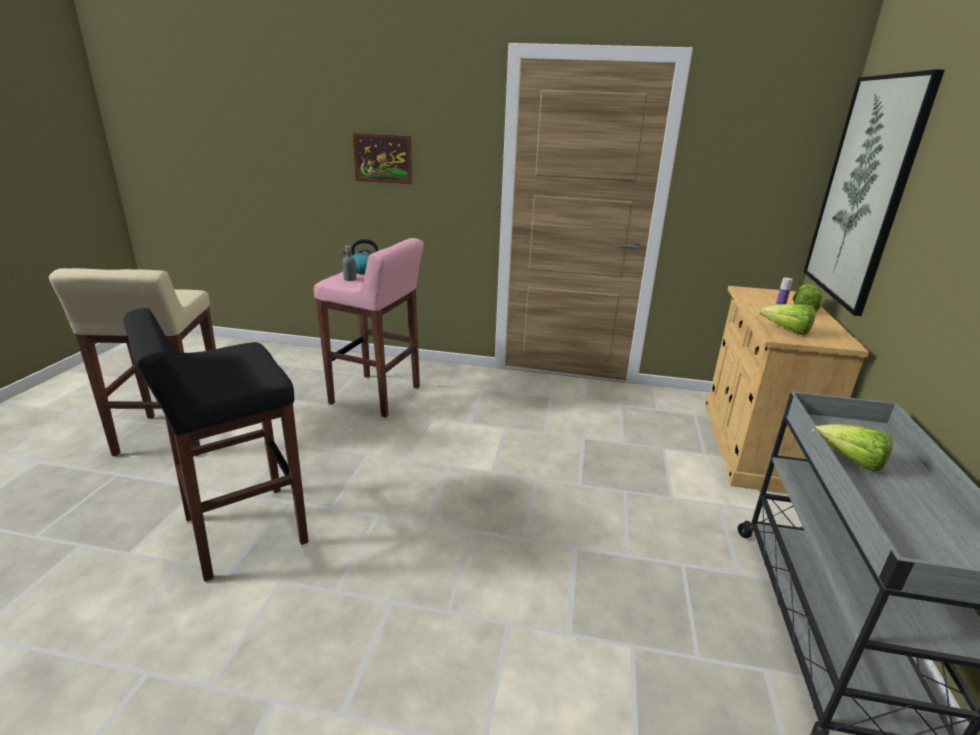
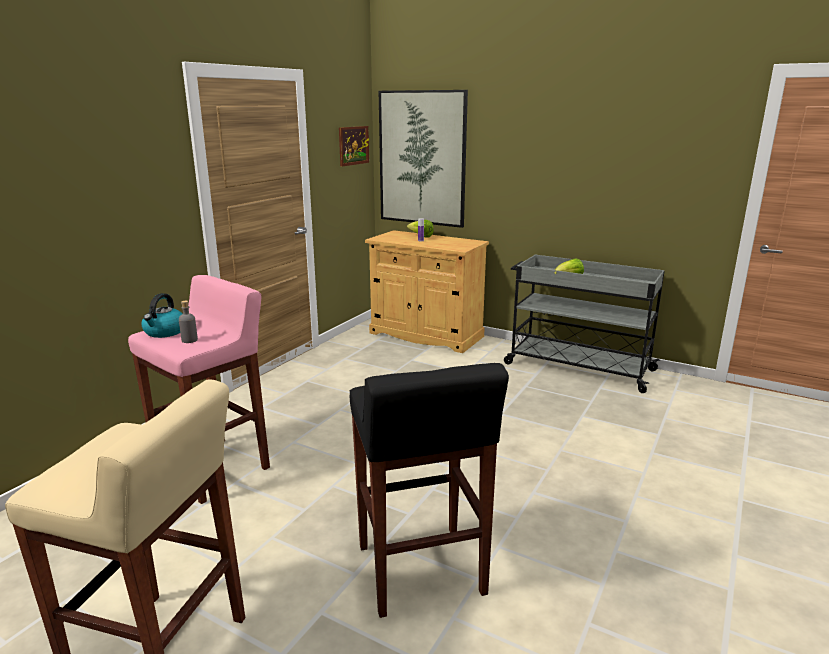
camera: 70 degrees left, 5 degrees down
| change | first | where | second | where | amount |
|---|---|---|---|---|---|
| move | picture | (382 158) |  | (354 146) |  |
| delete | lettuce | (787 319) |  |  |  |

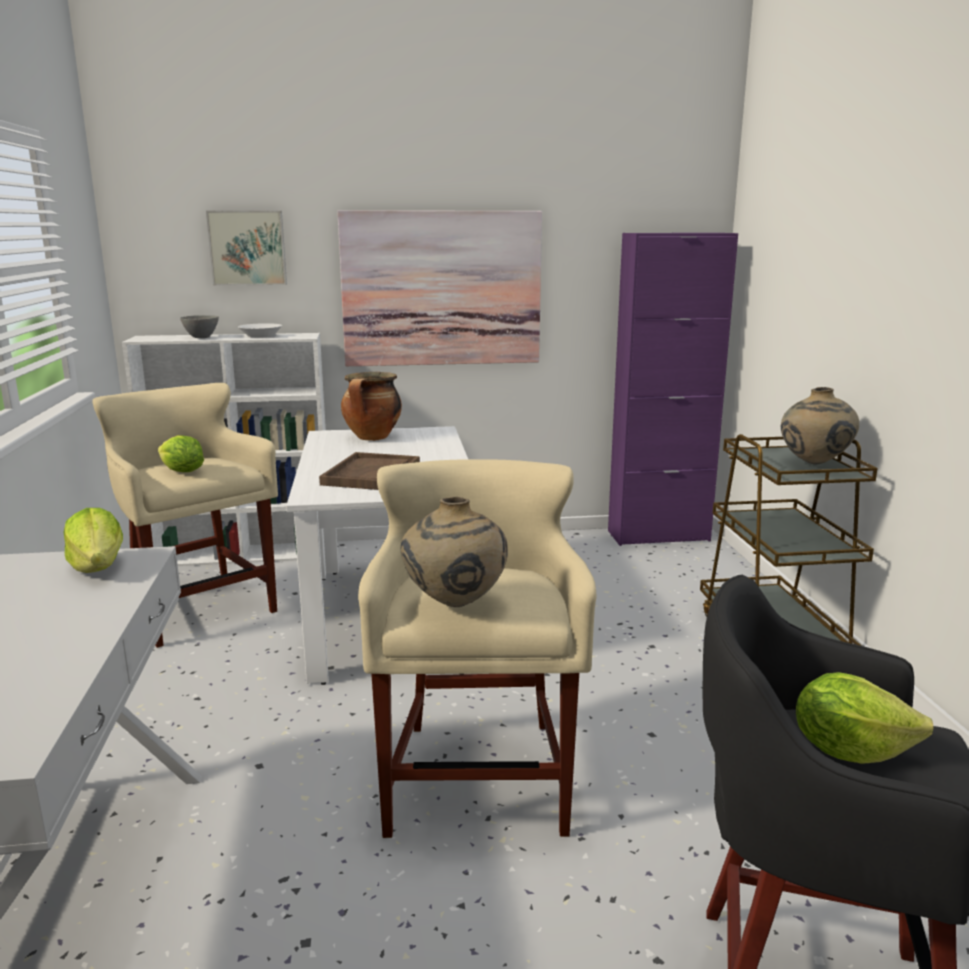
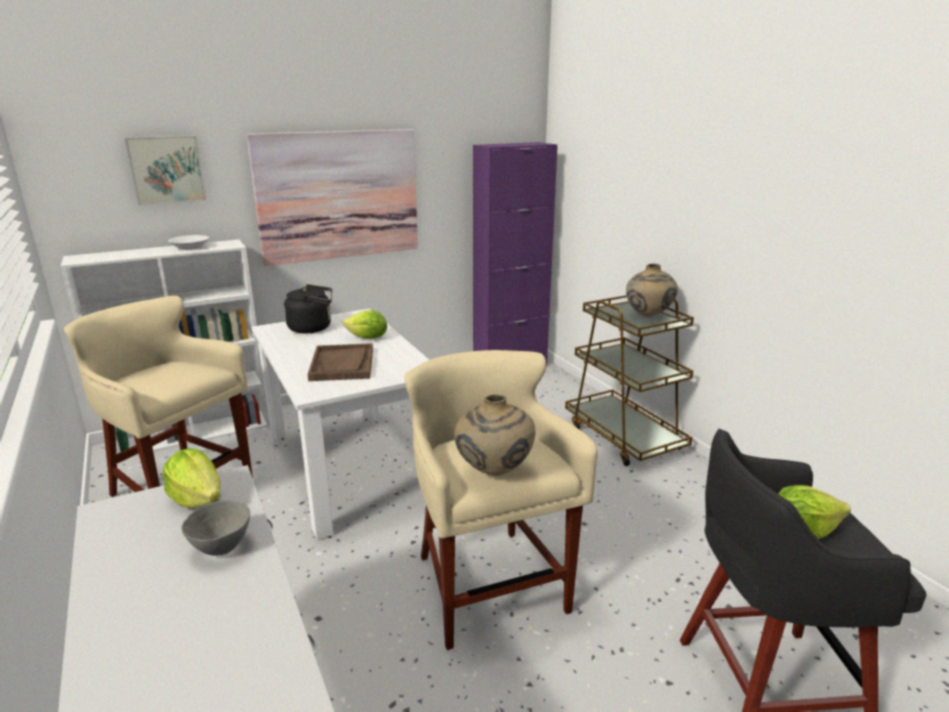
camera: 20 degrees left, 5 degrees up
| change | first | where | second | where | amount |
|---|---|---|---|---|---|
| move | grey bowl | (199 326) |  | (215 528) |  |
| replace | cooking pot | (371 406) | black kettle | (308 308) |  |
| move | lettuce | (181 453) |  | (364 324) |  |

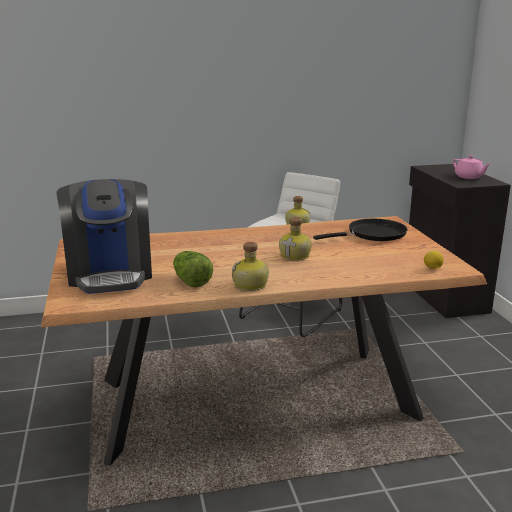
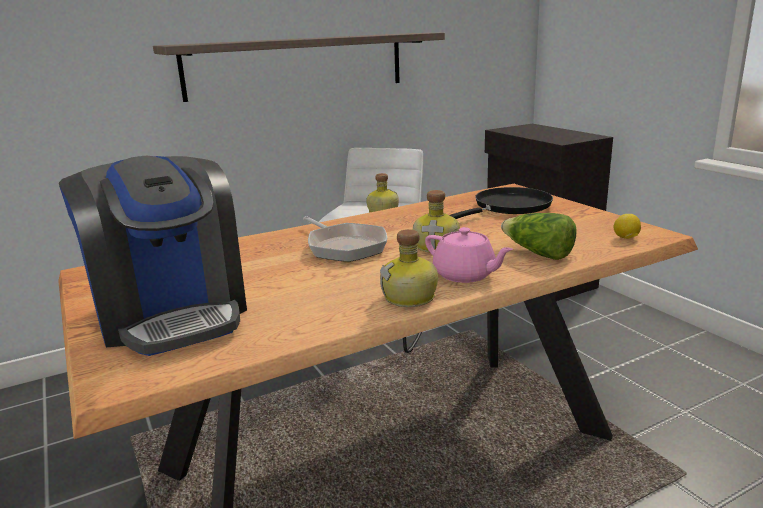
camera: 15 degrees left, 0 degrees up
| change | first | where | second | where | amount |
|---|---|---|---|---|---|
| move | pink teapot | (472 167) |  | (469 255) |  |
| move | lettuce | (193 269) |  | (539 236) |  |
| insert |  |  | shelf | (299 67) |  |
| insert |  |  | frying pan | (345 239) |  |

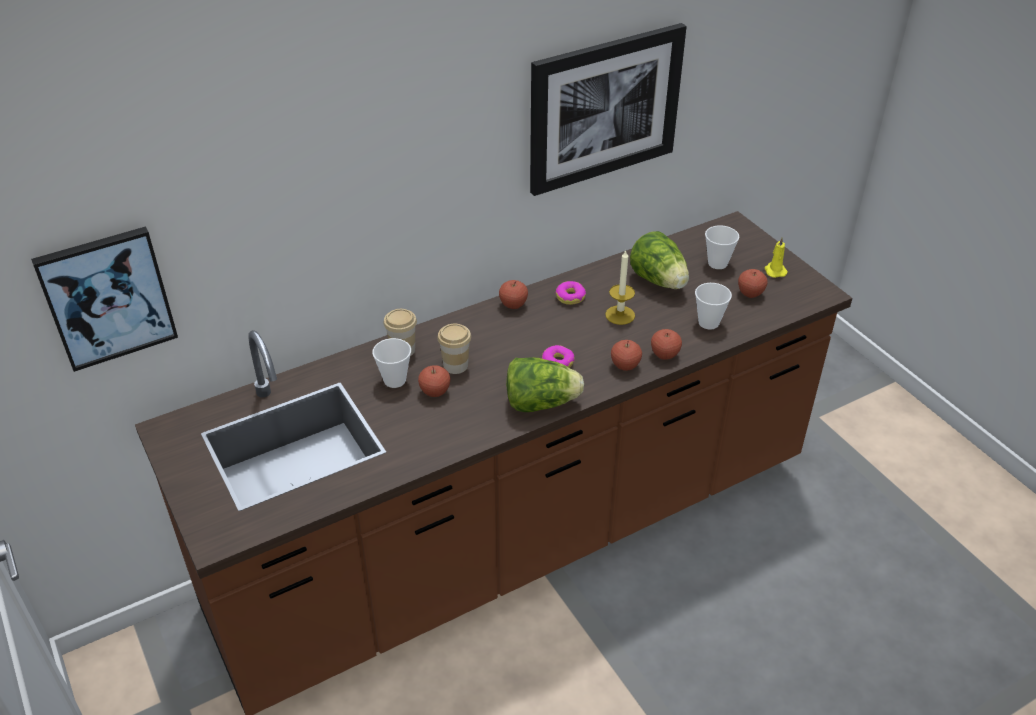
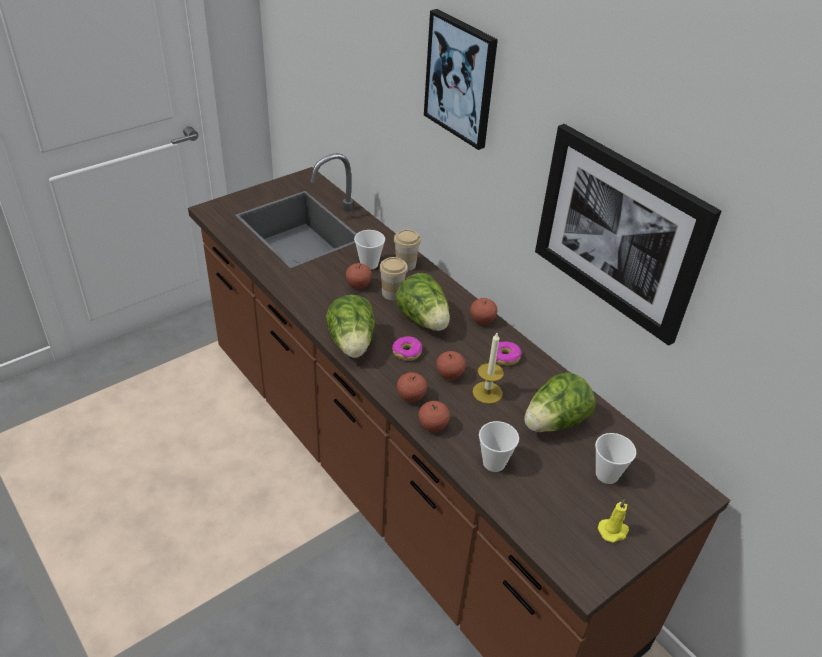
camera: 80 degrees right, 0 degrees up
| change | first | where | second | where | amount |
|---|---|---|---|---|---|
| move | picture | (104 299) |  | (461 79) |  |
| move | apple | (752 283) |  | (451 365) |  |
| insert |  |  | lettuce | (423 302) |  |

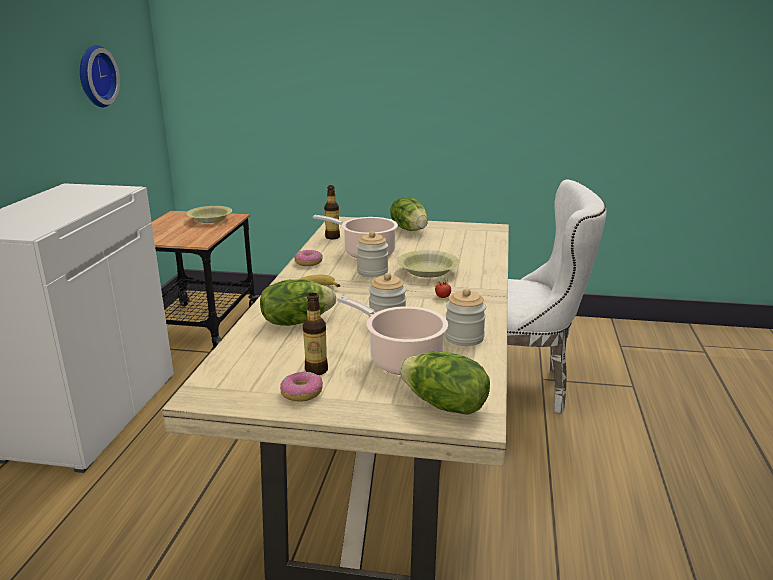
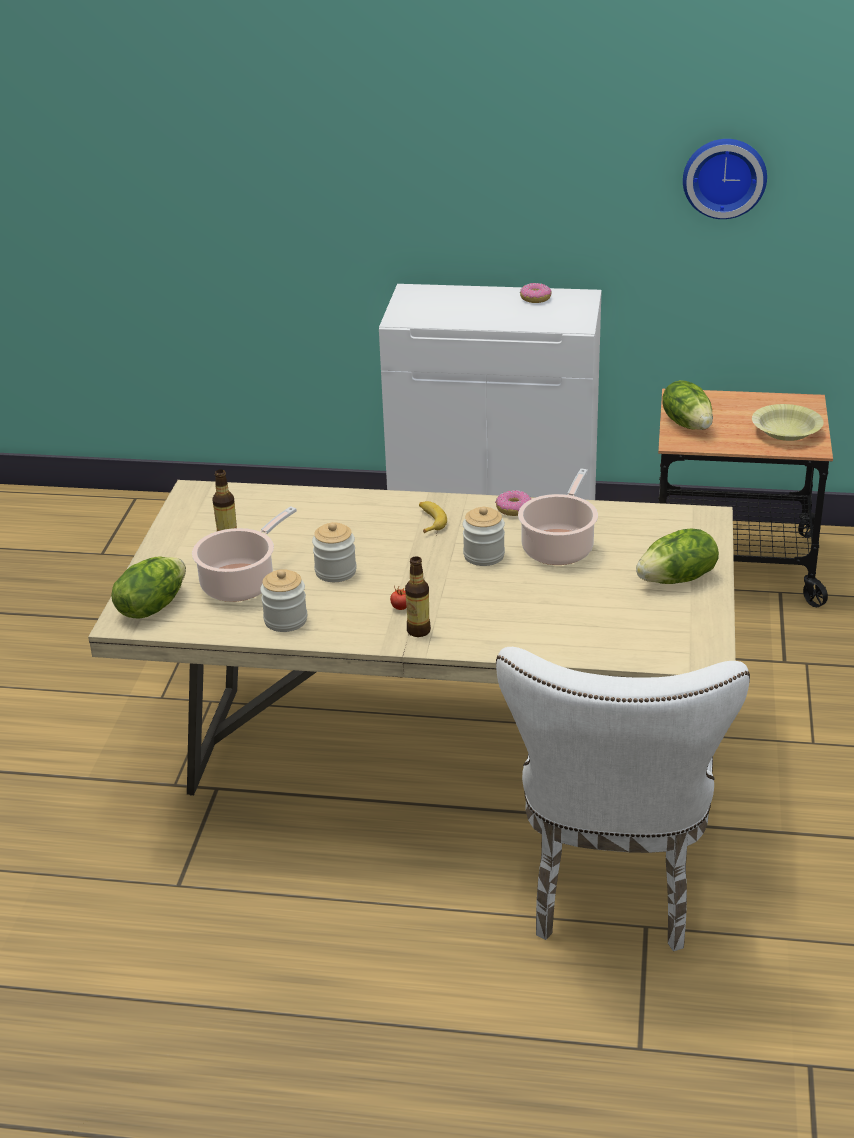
camera: 90 degrees right, 10 degrees up
| change | first | where | second | where | amount |
|---|---|---|---|---|---|
| move | bottle | (332 212) |  | (418 596) |  |
| delete | yellow bowl | (428 264) |  |  |  |
| move | lettuce | (298 302) |  | (687 405) |  |
| move | donut | (301 386) |  | (536 293) |  |

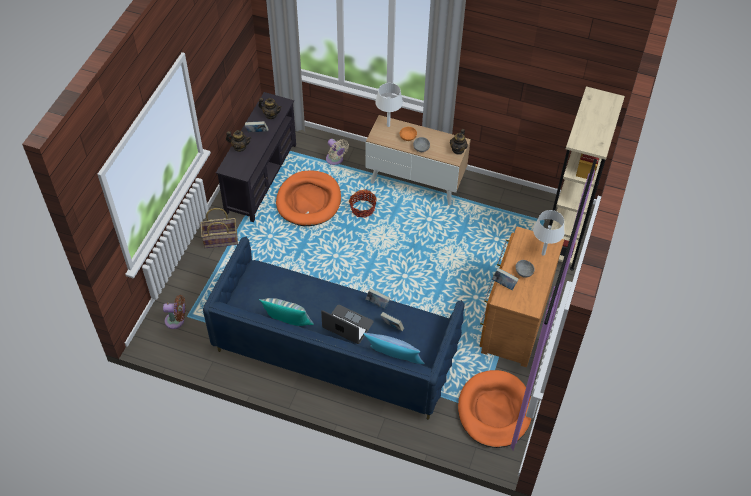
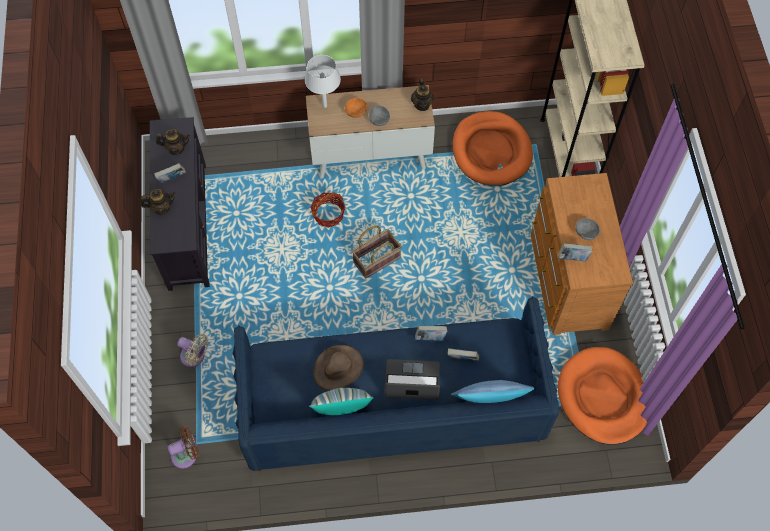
camera: 25 degrees left, 10 degrees up
| change | first | where | second | where | amount |
|---|---|---|---|---|---|
| move | beige fan | (337 152) |  | (193 350) |  |
| move | orange dog bed | (308 198) |  | (492 148) |  |
| move | basket | (219 228) |  | (376 252) |  |
| delete | white table lamp | (549 233) |  |  |  |
| insert |  |  | brown hat | (338 367) |  |

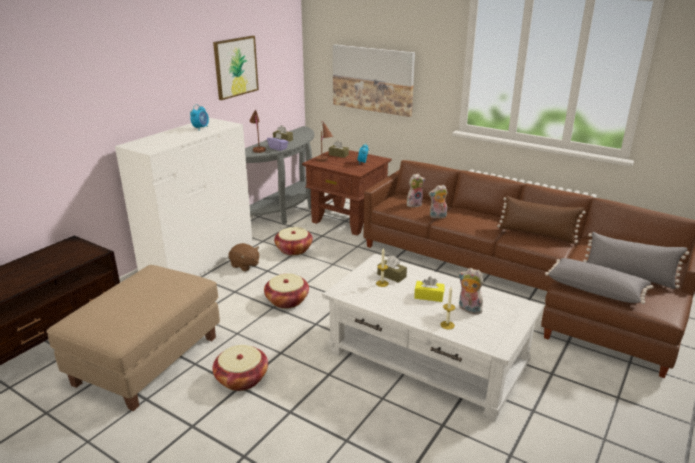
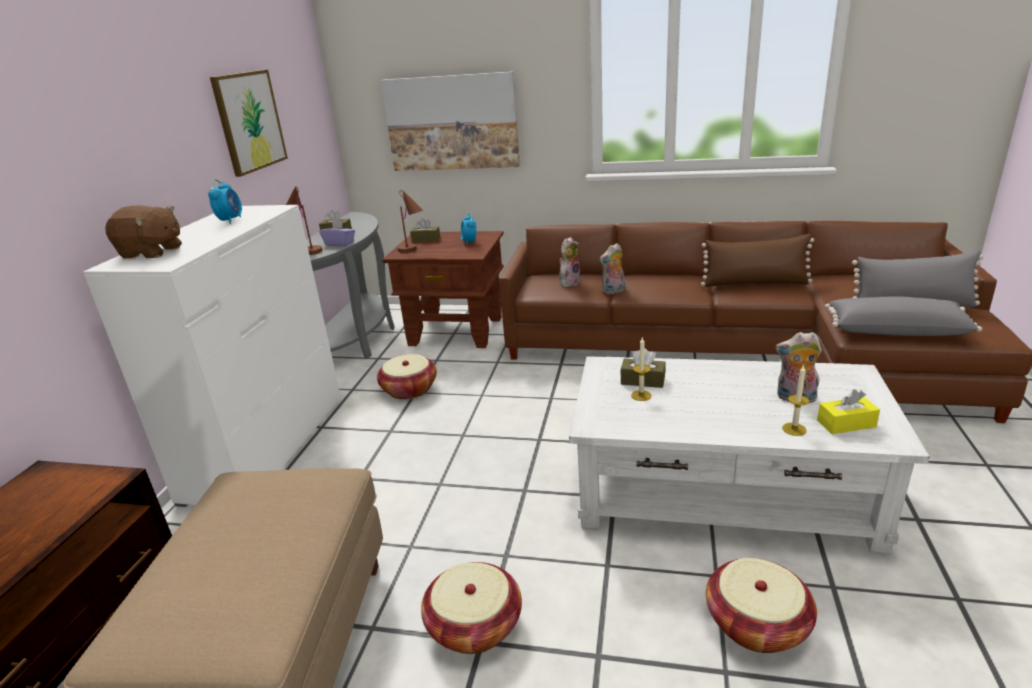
camera: 20 degrees left, 0 degrees up
| change | first | where | second | where | amount |
|---|---|---|---|---|---|
| move | brown plush toy | (244 257) |  | (143 231) |  |
| move | basket | (286 291) |  | (761 605) |  |
| move | yellow tissue box | (429 289) |  | (848 411) |  |

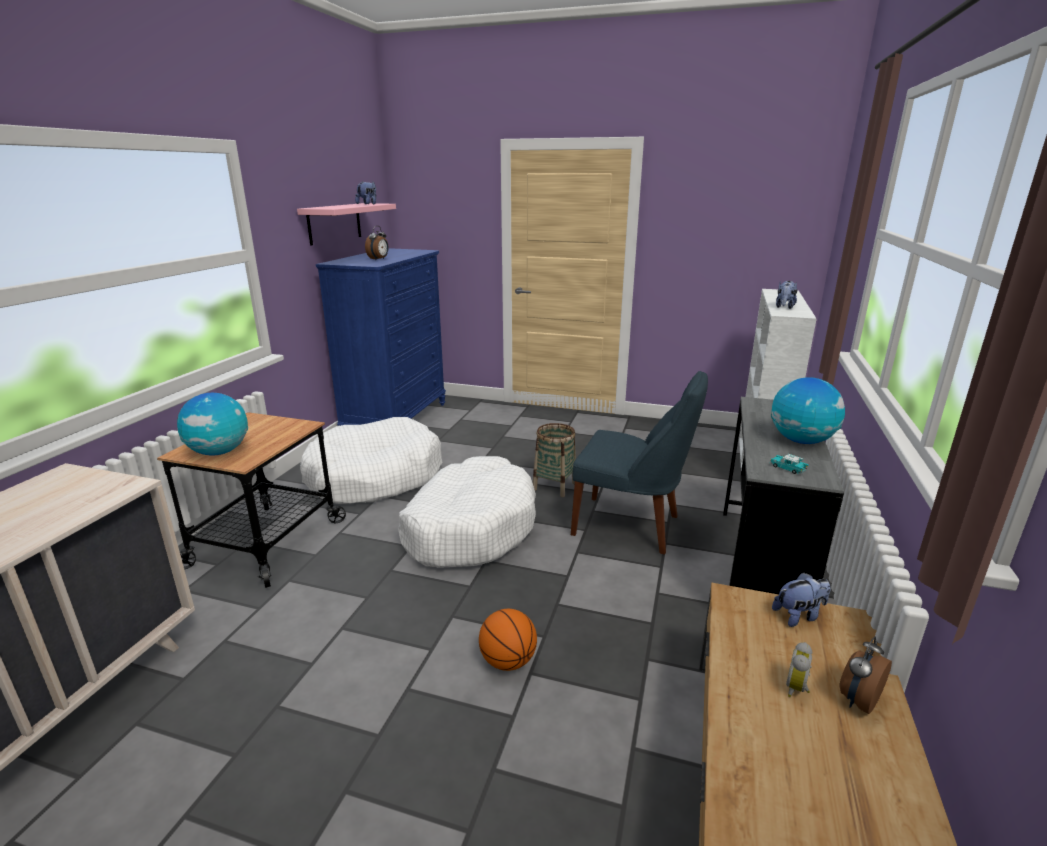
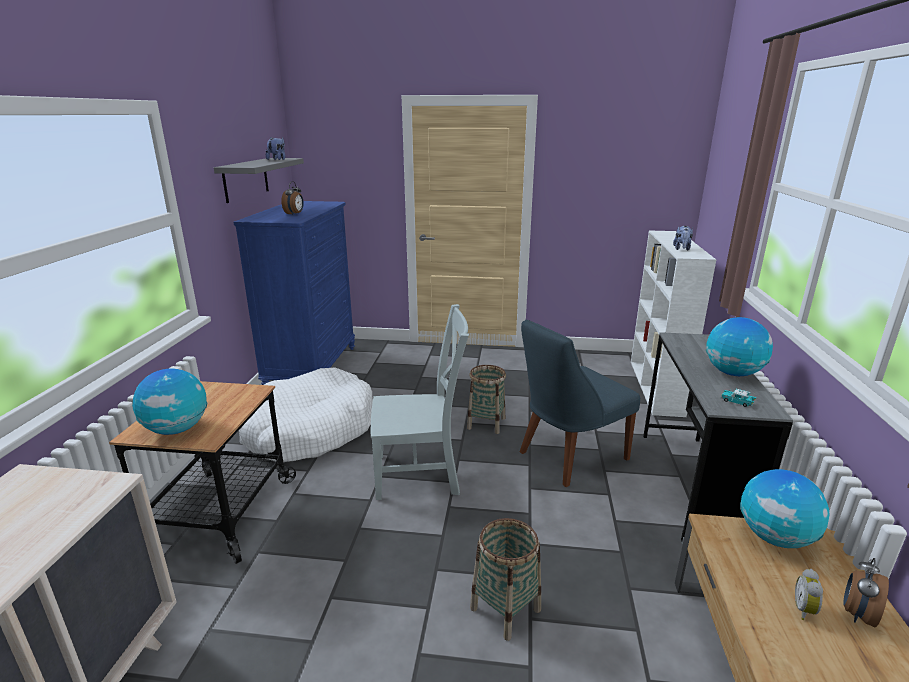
camera: 10 degrees left, 0 degrees up
| change | first | where | second | where | amount |
|---|---|---|---|---|---|
| recolor | pink shelf | (346 224) | grey shelf | (259 180) |  |
| rotate | blue chair | (639 462) |  | (580 403) | 135 degrees clockwise |
| replace | white dog bed | (467 512) | grey chair | (420 402) |  |
| replace | plush toy | (801 599) | globe | (784 508) |  |
| replace | basketball | (508 640) | basket | (505 579) |  |

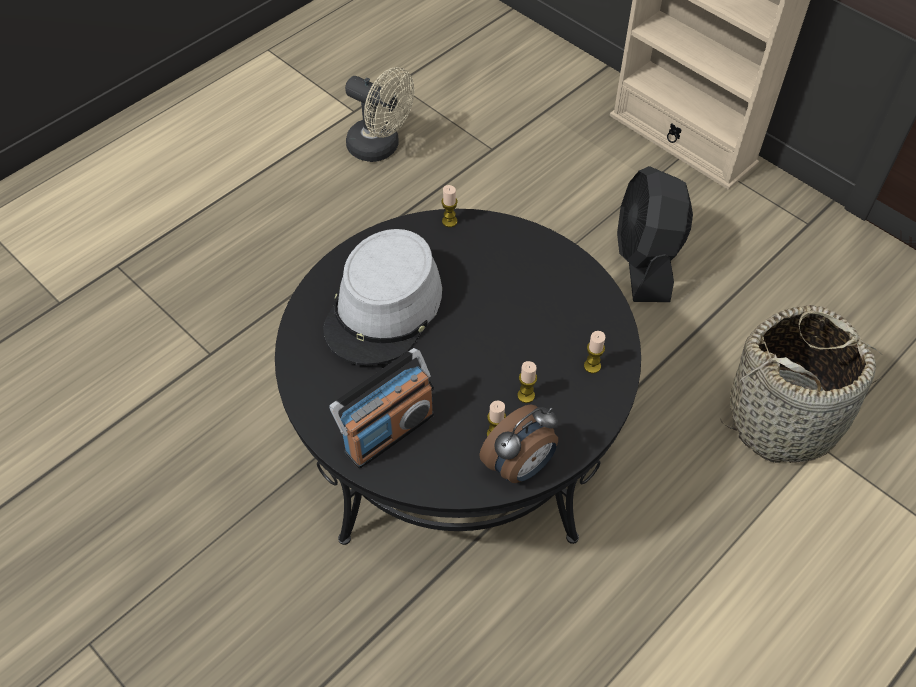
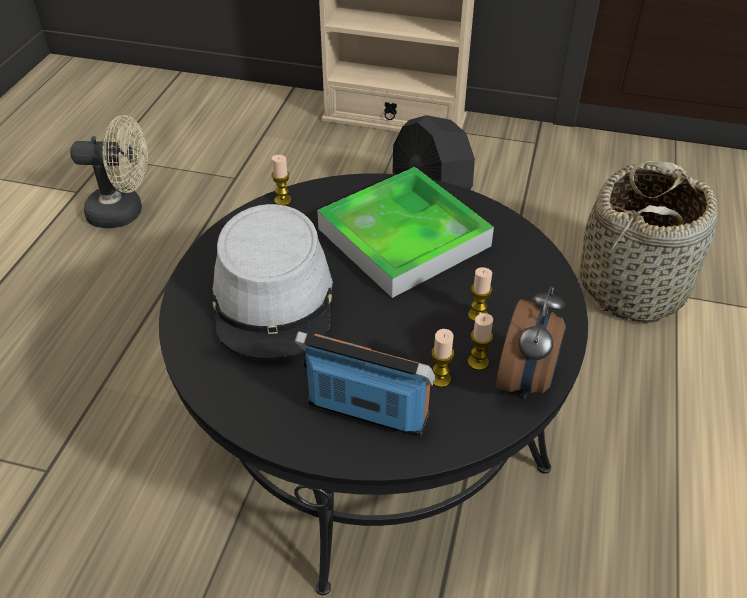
camera: 30 degrees left, 10 degrees down
| change | first | where | second | where | amount |
|---|---|---|---|---|---|
| move | candle | (594 352) |  | (442 358) |  |
| rotate | radio | (381 408) |  | (364 384) | 90 degrees counterclockwise |
| insert |  |  | tray | (405 232) |  |

